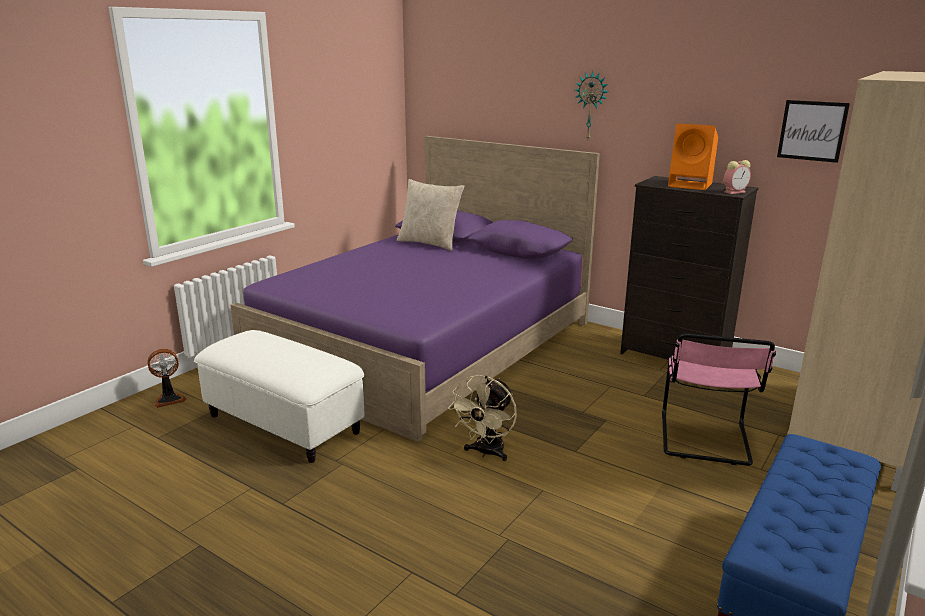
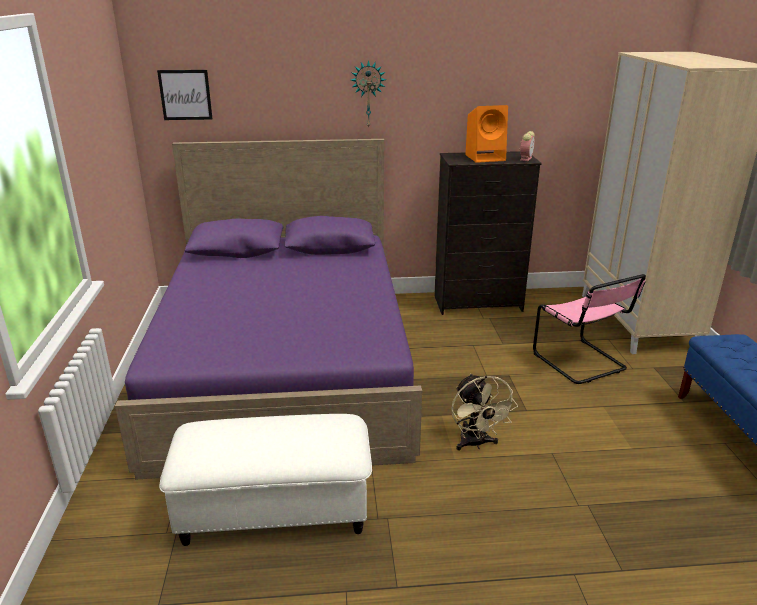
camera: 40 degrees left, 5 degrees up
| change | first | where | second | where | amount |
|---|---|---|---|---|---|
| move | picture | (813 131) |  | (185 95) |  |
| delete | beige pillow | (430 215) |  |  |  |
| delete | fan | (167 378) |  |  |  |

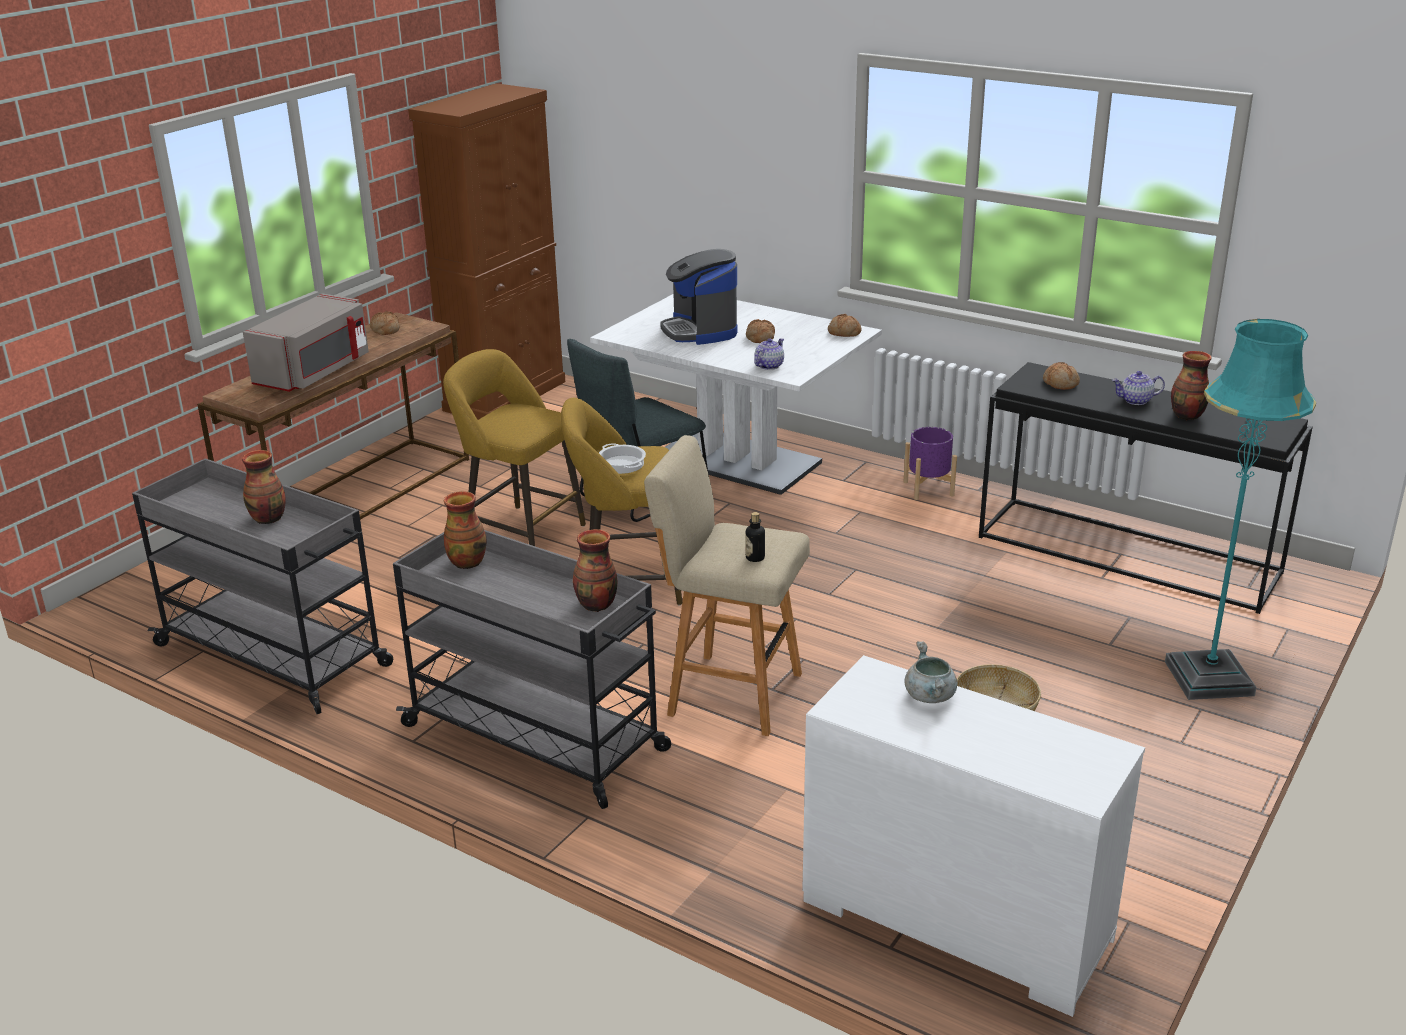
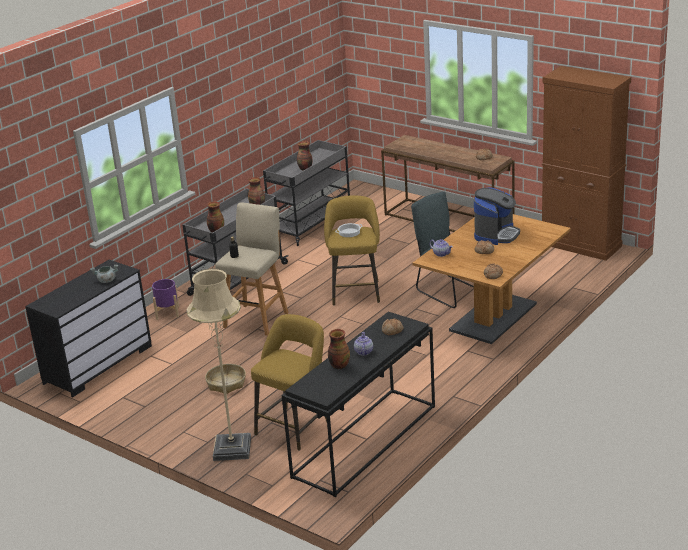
camera: 95 degrees right, 0 degrees up
| change | first | where | second | where | amount |
|---|---|---|---|---|---|
| rotate | coffee machine | (699 297) |  | (497 216) | 135 degrees clockwise |
| delete | grey microwave | (306 342) |  |  |  |
| recolor | white dining table | (736 394) | brown dining table | (492 279) |  |
| recolor | turquoise floor lamp | (1240 509) | beige floor lamp | (219 365) |  |
| move | yellow stool | (514 447) |  | (289 382) |  |
| move | purple planter | (930 463) |  | (165 299) |  |
| recolor | white dresser | (973 836) | black dresser | (88 328) |  |

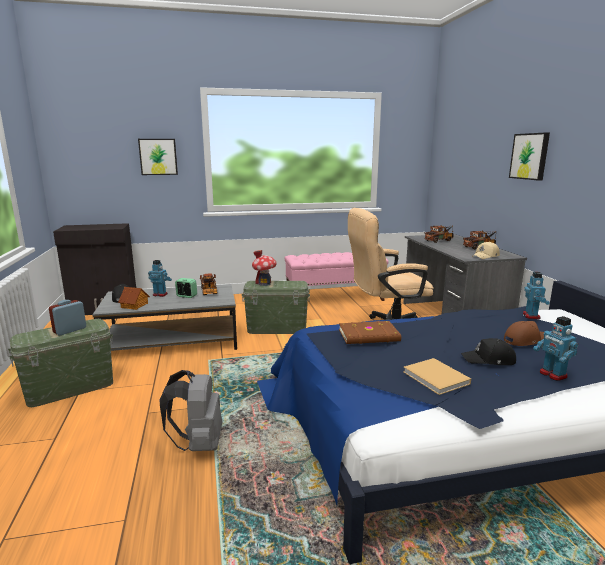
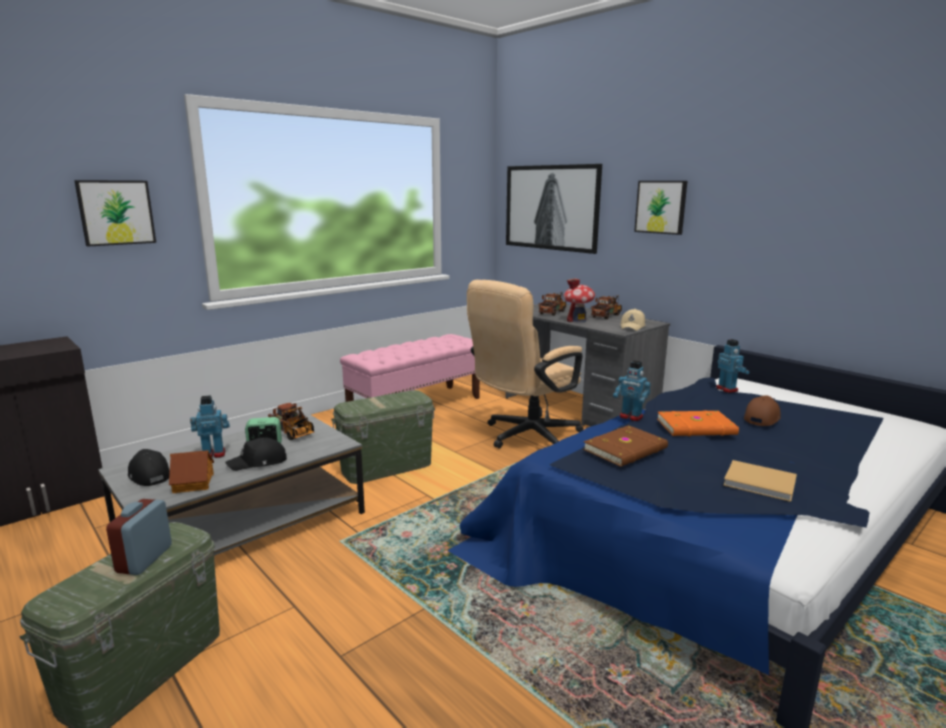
camera: 30 degrees left, 0 degrees up
| change | first | where | second | where | amount |
|---|---|---|---|---|---|
| move | toy house | (264 268) |  | (579 300) |  |
| move | toy robot | (555 348) |  | (632 390) |  |
| move | black cap | (488 351) |  | (256 454) |  |
| delete | grey backpack | (191 410) |  |  |  |
| insert |  |  | picture | (554 209) |  |
| insert |  |  | orange book | (698 423) |  |

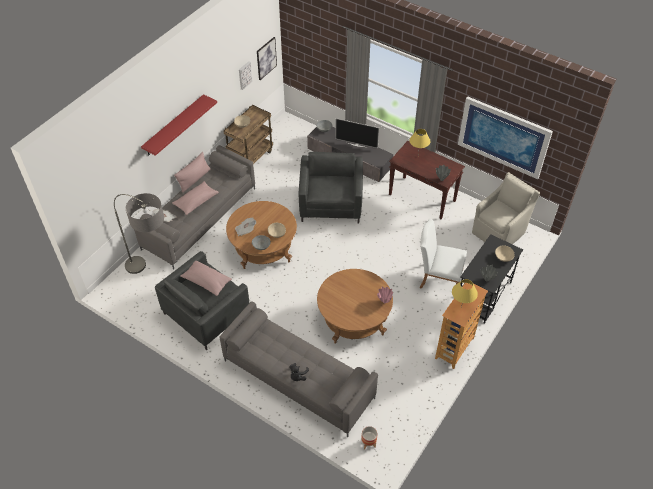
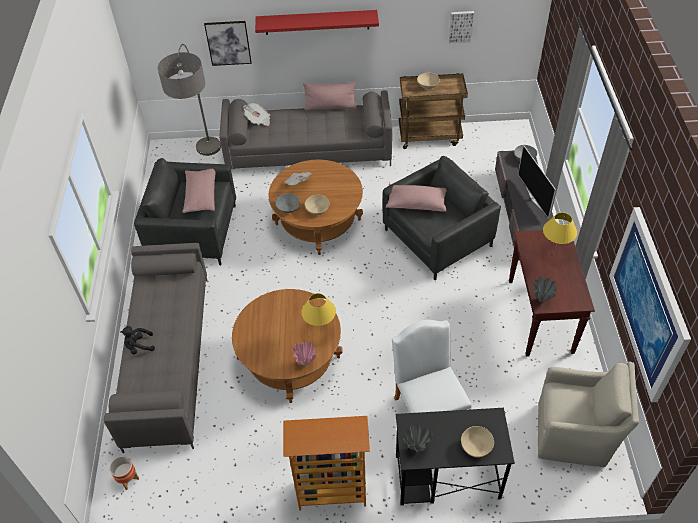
camera: 55 degrees right, 0 degrees up
| change | first | where | second | where | amount |
|---|---|---|---|---|---|
| move | picture | (267 58) |  | (228 43) |  |
| move | pink pillow | (195 198) |  | (416 198) |  |
| move | yellow table lamp | (465 293) |  | (318 312) |  |

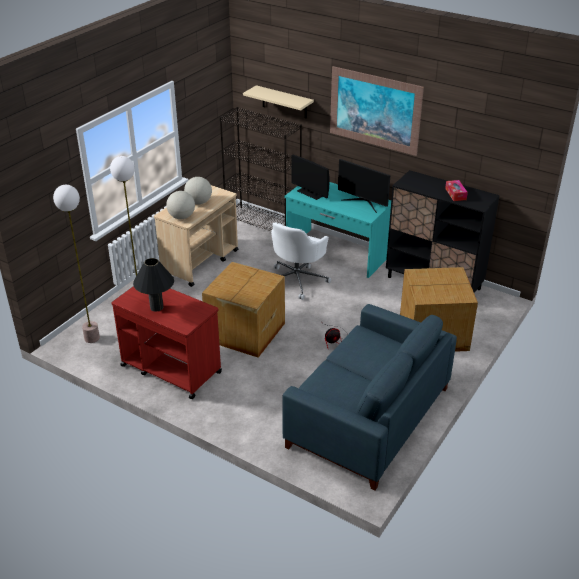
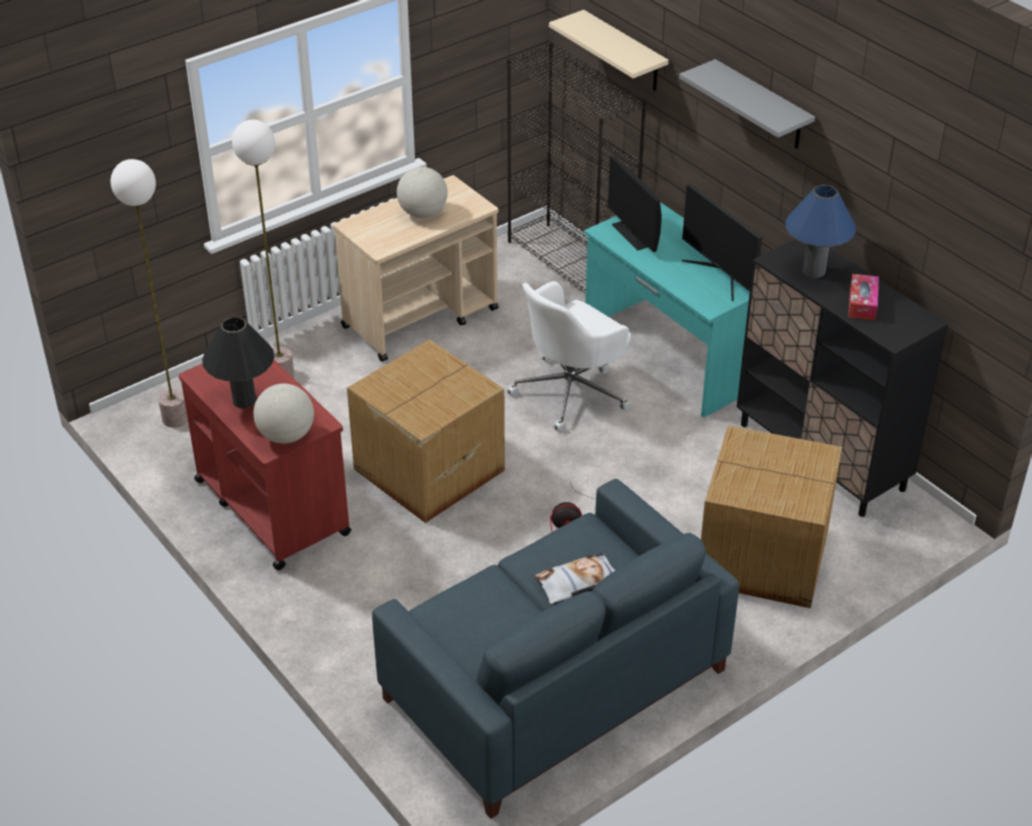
camera: 20 degrees right, 5 degrees up
| change | first | where | second | where | amount |
|---|---|---|---|---|---|
| replace | picture | (377 111) | grey shelf | (747 104) |  |
| move | globe | (180 205) |  | (283 414) |  |
| insert |  |  | blue table lamp | (820 231) |  |
| insert |  |  | pillow | (574 578) |  |

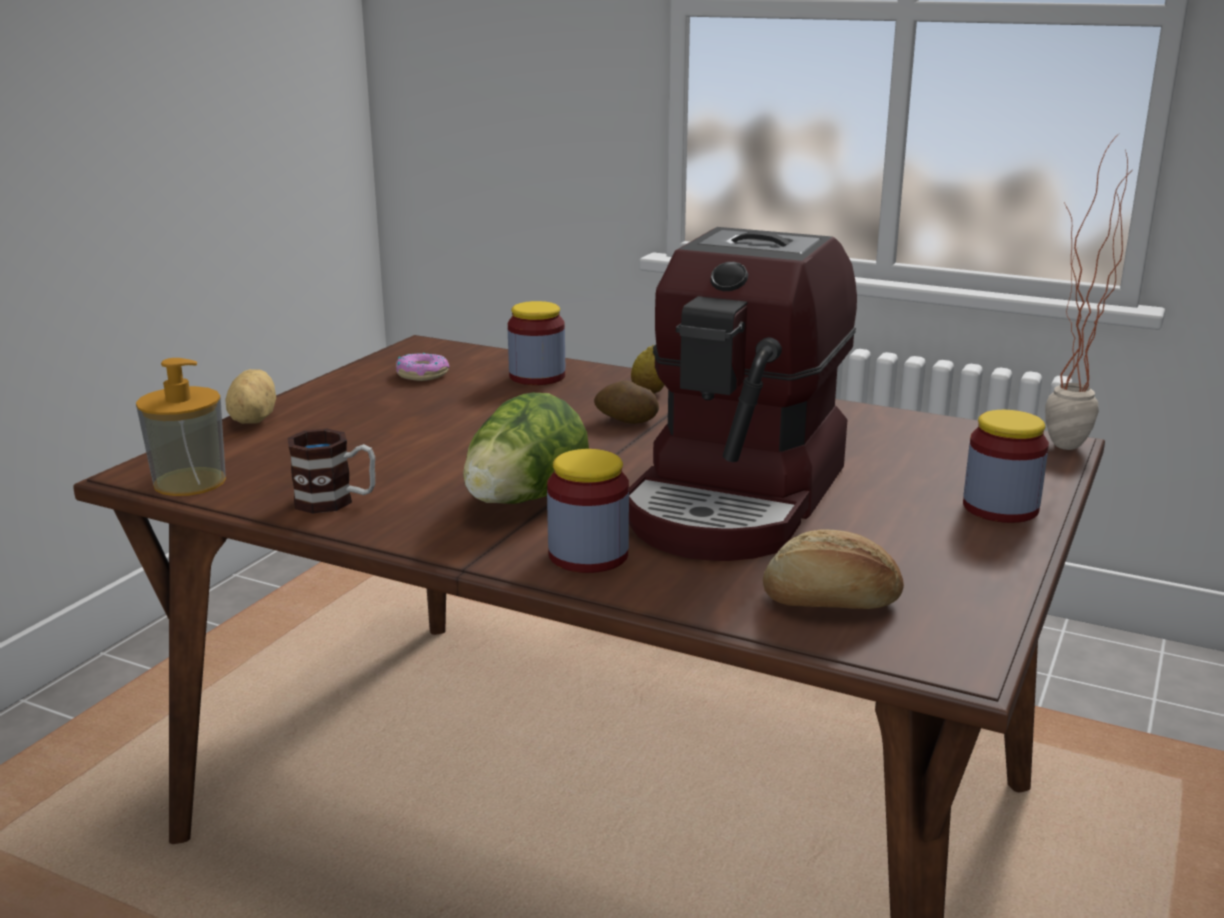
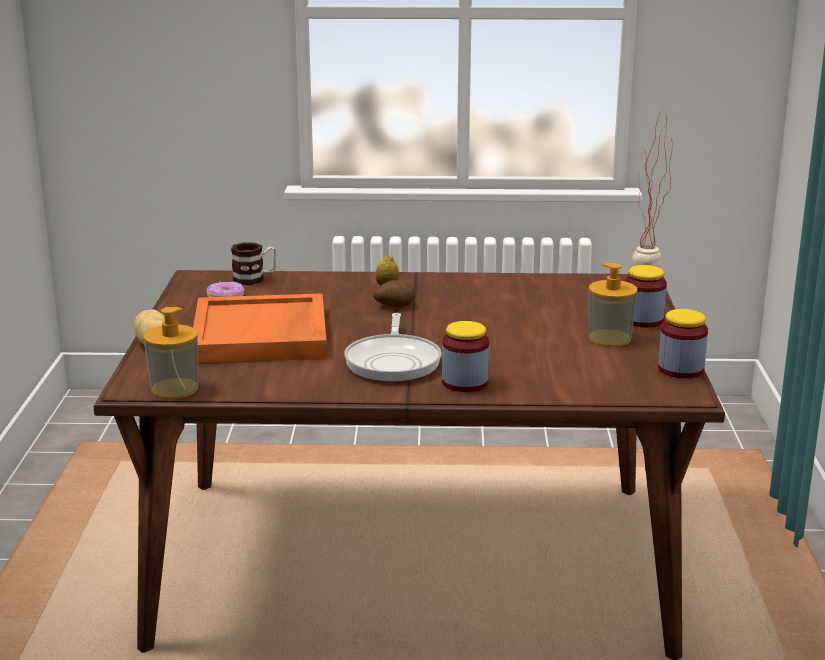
camera: 25 degrees left, 0 degrees up
| change | first | where | second | where | amount |
|---|---|---|---|---|---|
| delete | coffee machine | (743 394) |  |  |  |
| move | jar | (536 343) |  | (683 343) |  |
| replace | lettuce | (526 448) | frying pan | (392 347) |  |
| move | mug | (331 471) |  | (254 263) |  |
| delete | bread | (833 569) |  |  |  |
| insert |  |  | soap dispenser | (613 305) |  |
| insert |  |  | orange tray | (260 328) |  |

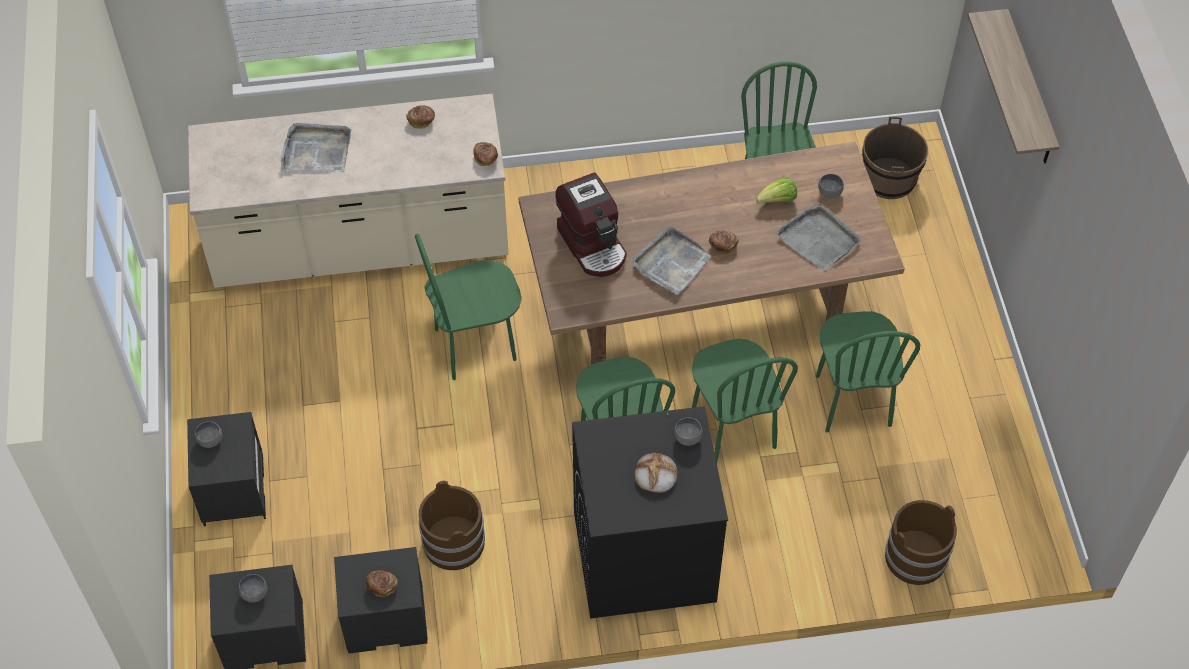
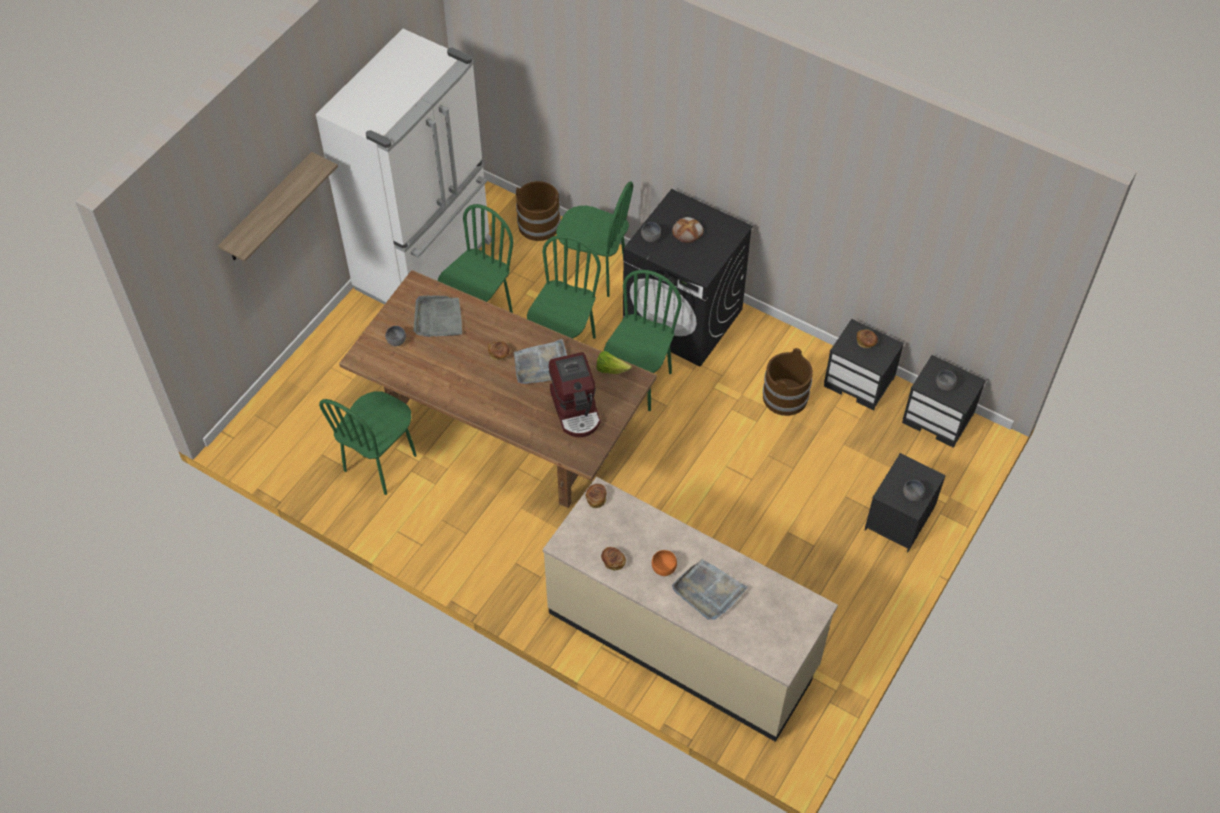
camera: 140 degrees left, 0 degrees up
| change | first | where | second | where | amount |
|---|---|---|---|---|---|
| delete | brown bucket | (895 158) |  |  |  |
| rotate | coffee machine | (591 224) |  | (575 394) | 150 degrees clockwise |
| move | lettuce | (776 190) |  | (614 362) |  |
| move | green chair | (468 307) |  | (594 239) |  |
| insert |  |  | white fridge | (404 167) |  |
| insert |  |  | orange bowl | (664 563) |  |

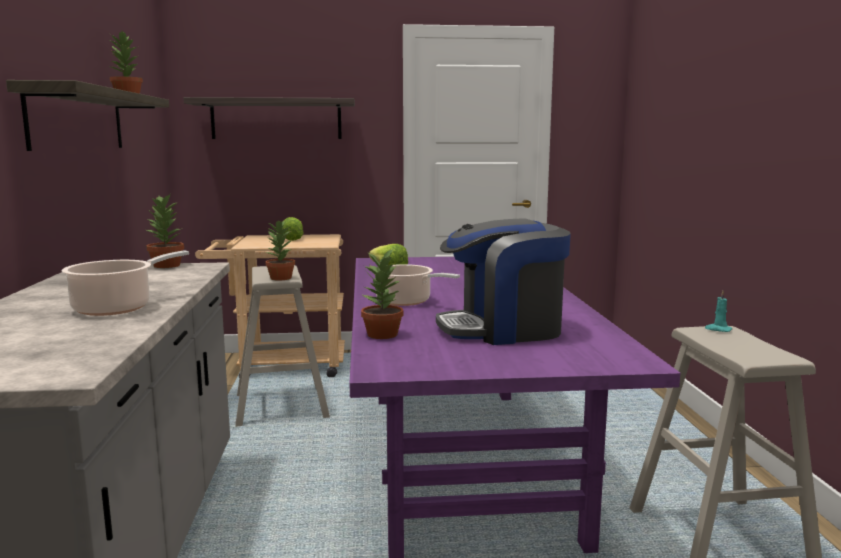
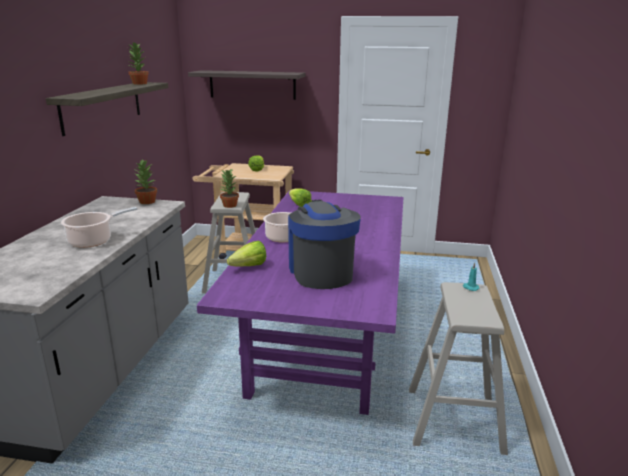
camera: 15 degrees right, 10 degrees up
| change | first | where | second | where | amount |
|---|---|---|---|---|---|
| rotate | coffee machine | (503 282) |  | (324 244) | 75 degrees clockwise |
| replace | potted plant | (382 294) | lettuce | (246 254) |  |

